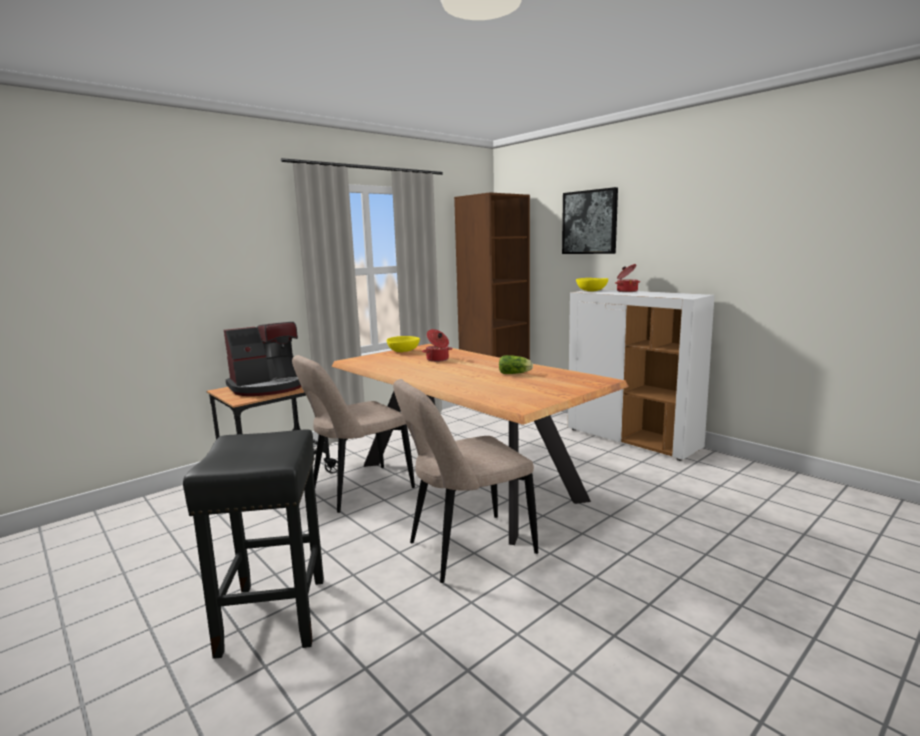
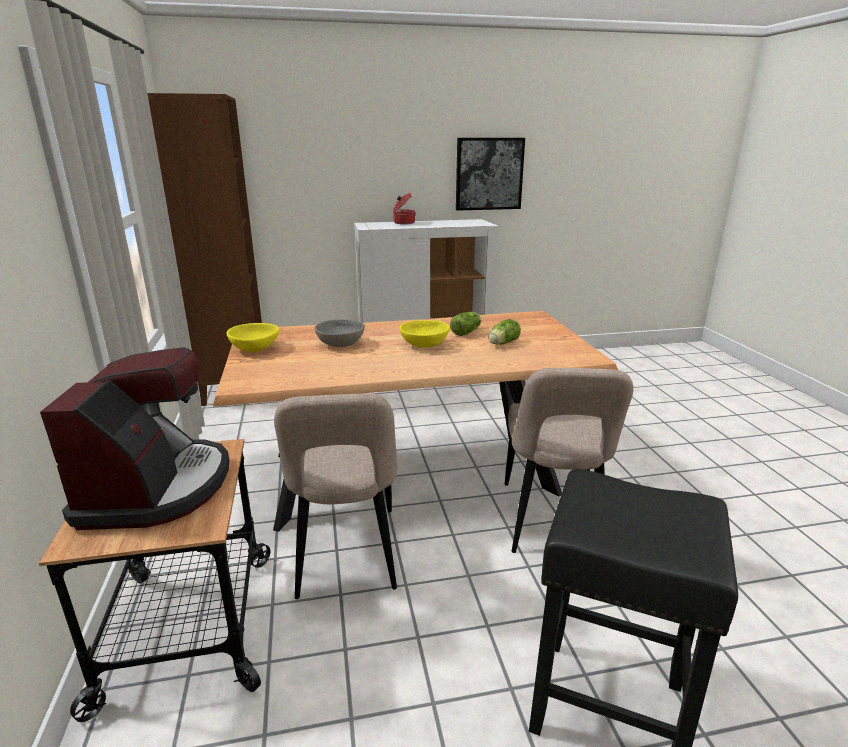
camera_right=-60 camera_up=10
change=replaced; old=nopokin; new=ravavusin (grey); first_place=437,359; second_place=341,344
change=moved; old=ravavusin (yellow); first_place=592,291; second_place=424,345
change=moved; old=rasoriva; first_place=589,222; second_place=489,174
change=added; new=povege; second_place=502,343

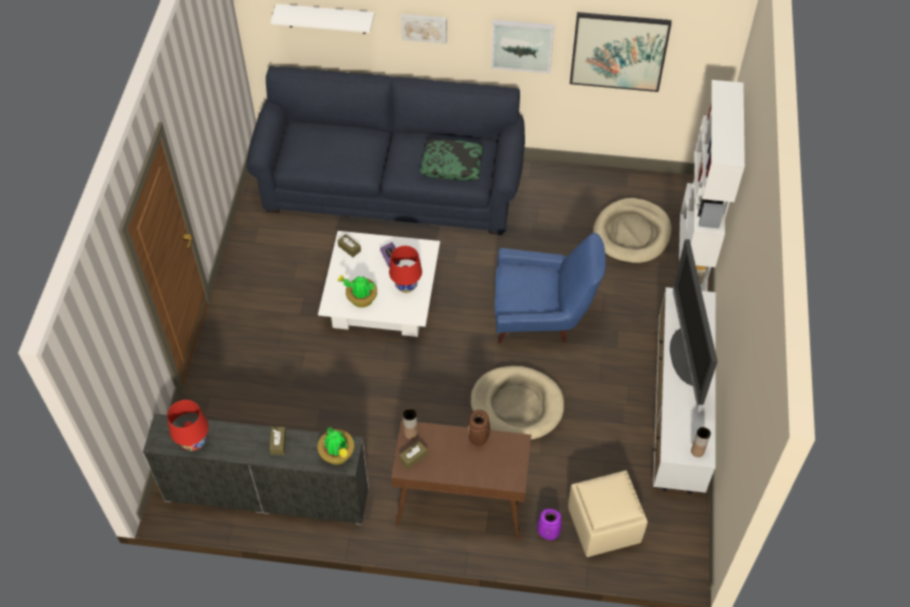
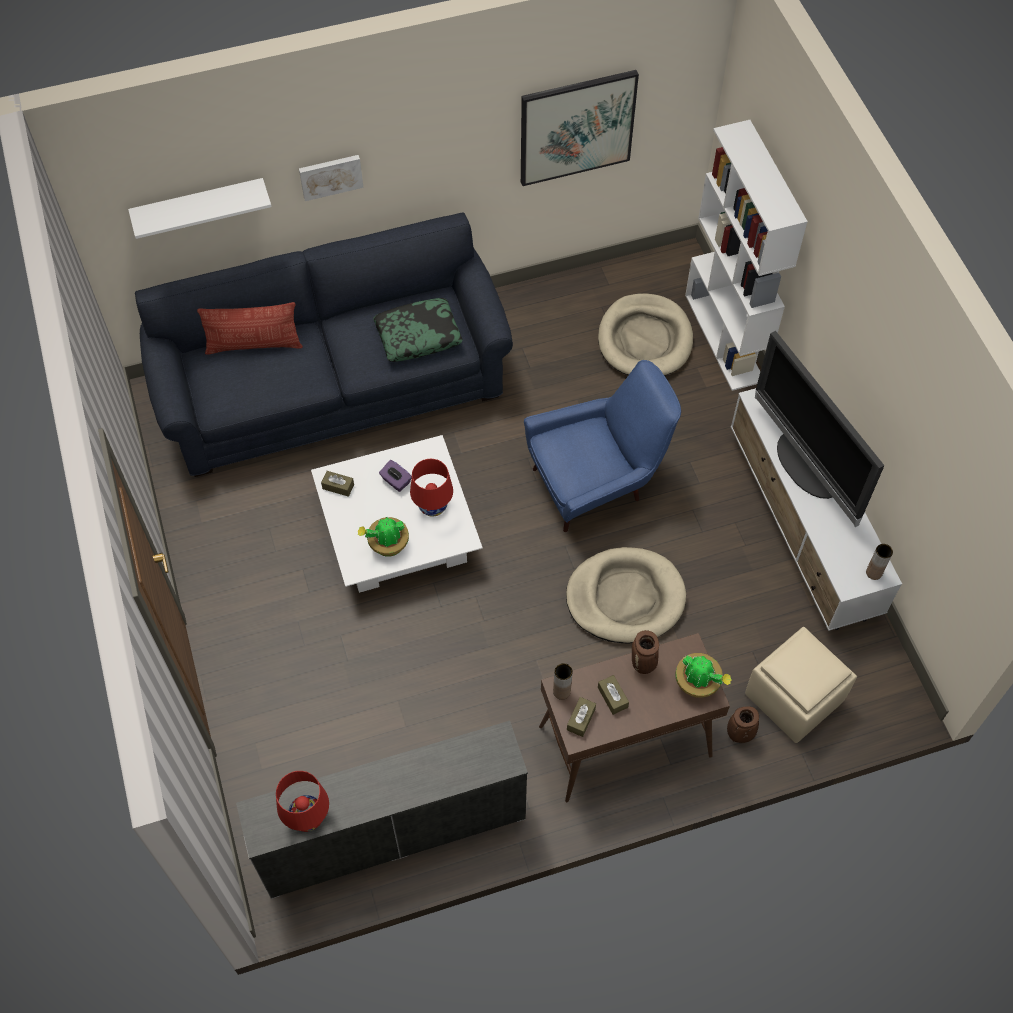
camera_right=-25 camera_up=5
change=added; new=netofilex; second_place=254,345
change=moved; old=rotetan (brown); first_place=278,443; second_place=612,697
change=moved; old=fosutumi; first_place=337,455; second_place=698,684
change=recoloured; old=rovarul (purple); new=rovarul (brown); first_place=547,534; second_place=739,735
change=removed; old=rasoriva; first_place=522,45

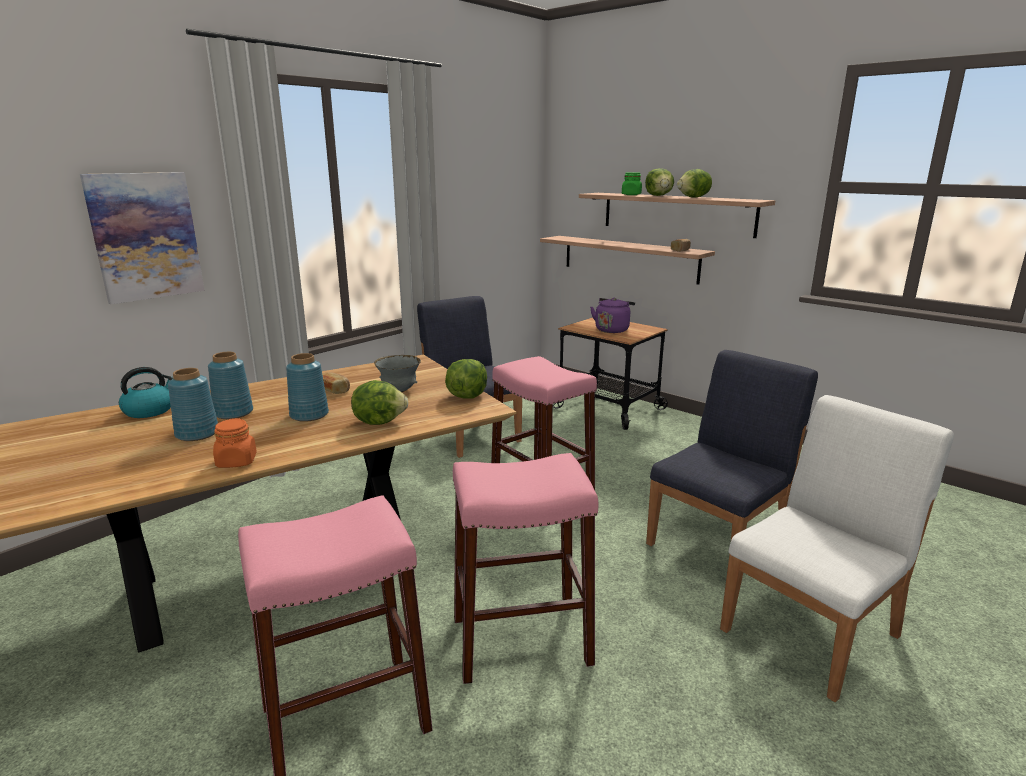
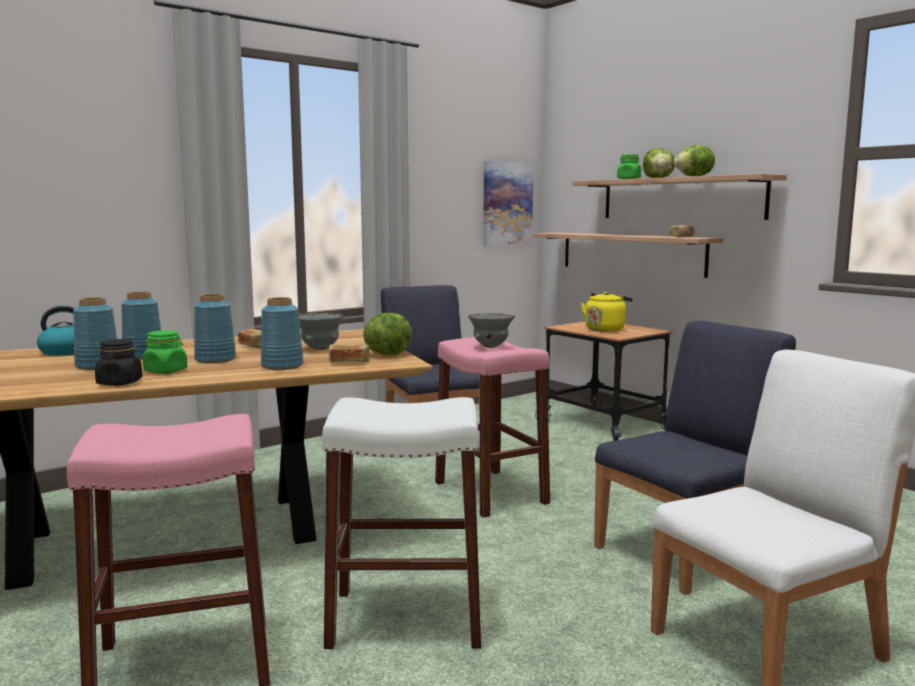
camera_right=10 camera_up=-10
change=recoloured; old=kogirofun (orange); new=kogirofun (black); first_place=236,461; second_place=119,383
change=added; new=kogirofun (green); second_place=166,371
change=replaced; old=povege; new=rovarul (blue); first_place=379,421; second_place=282,366
change=recoloured; old=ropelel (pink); new=ropelel (white); first_place=520,640; second_place=405,618
change=added; new=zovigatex; second_place=349,362
change=added; new=ravavusin (grey); second_place=491,347
change=moved; old=rasoriva; first_place=145,236; second_place=507,204
change=recoloured; old=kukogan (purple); new=kukogan (yellow); first_place=612,329; second_place=605,329

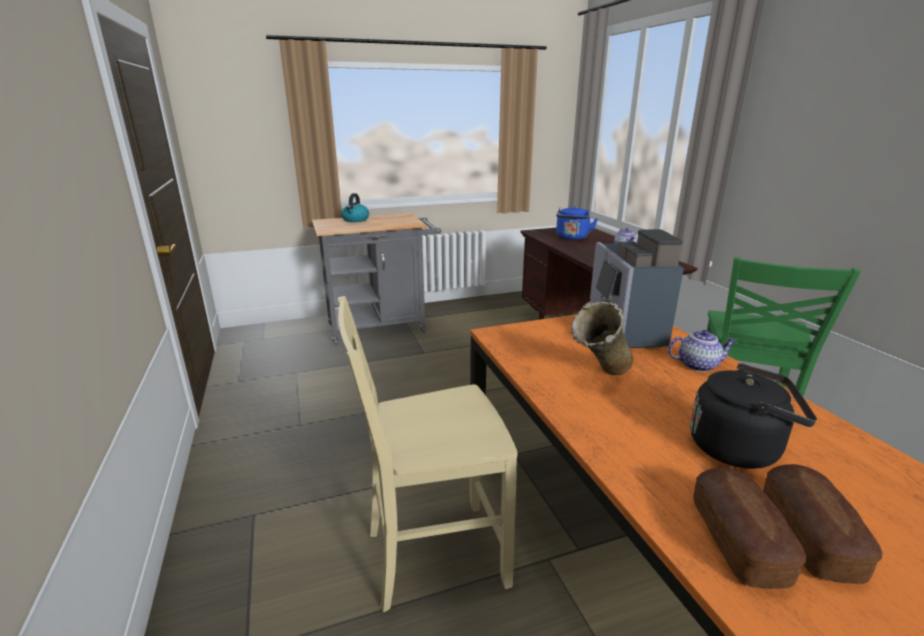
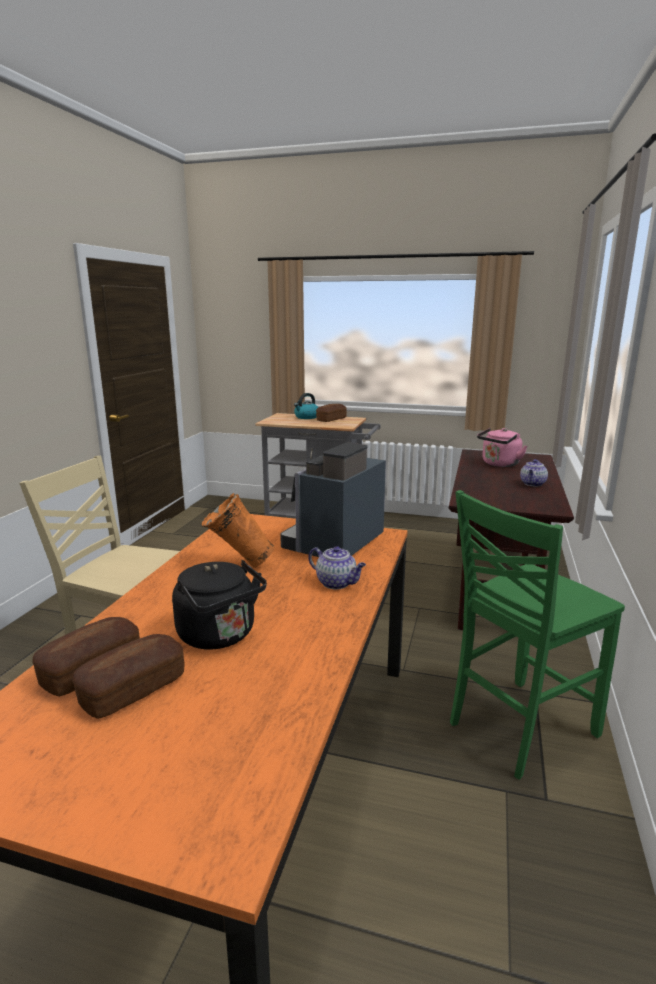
camera_right=35 camera_up=-5
change=recoloured; old=rovarul (beige); new=rovarul (orange); first_place=599,378; second_place=238,565
change=added; new=zovigatex; second_place=331,419
change=recoloured; old=kukogan (blue); new=kukogan (pink); first_place=572,238; second_place=499,464

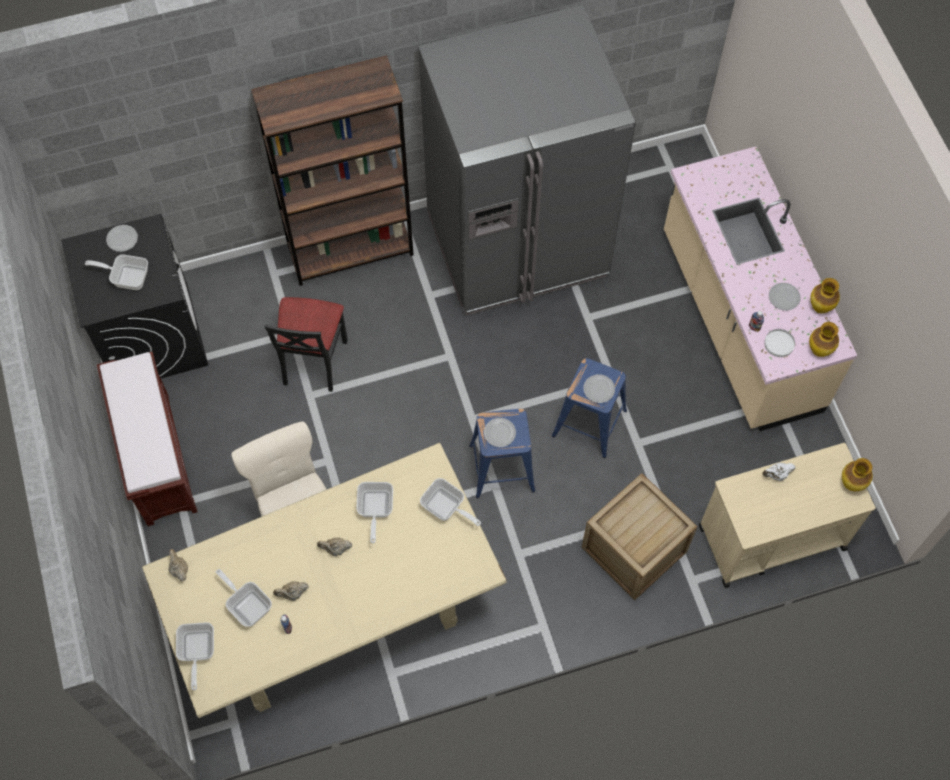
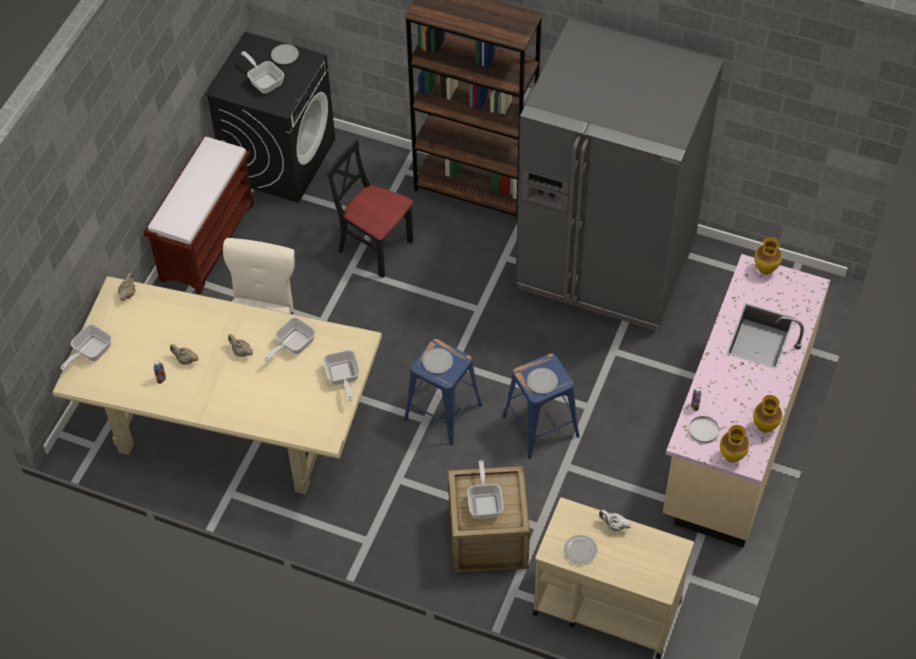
camera_right=40 camera_up=-10
change=turned; old=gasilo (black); first_place=313,361; second_place=375,247; degrees=75
change=moved; old=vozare; first_place=247,604; second_place=485,502
change=moved; old=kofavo; first_place=784,297; second_place=580,551
change=moved; old=rovarul; first_place=851,485; second_place=765,270

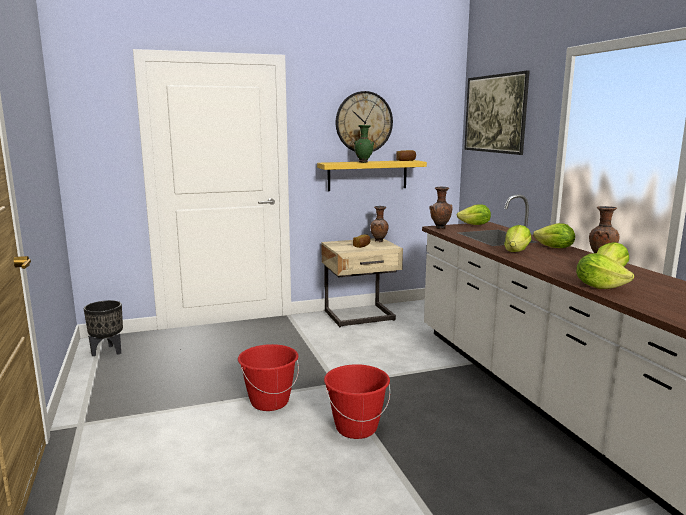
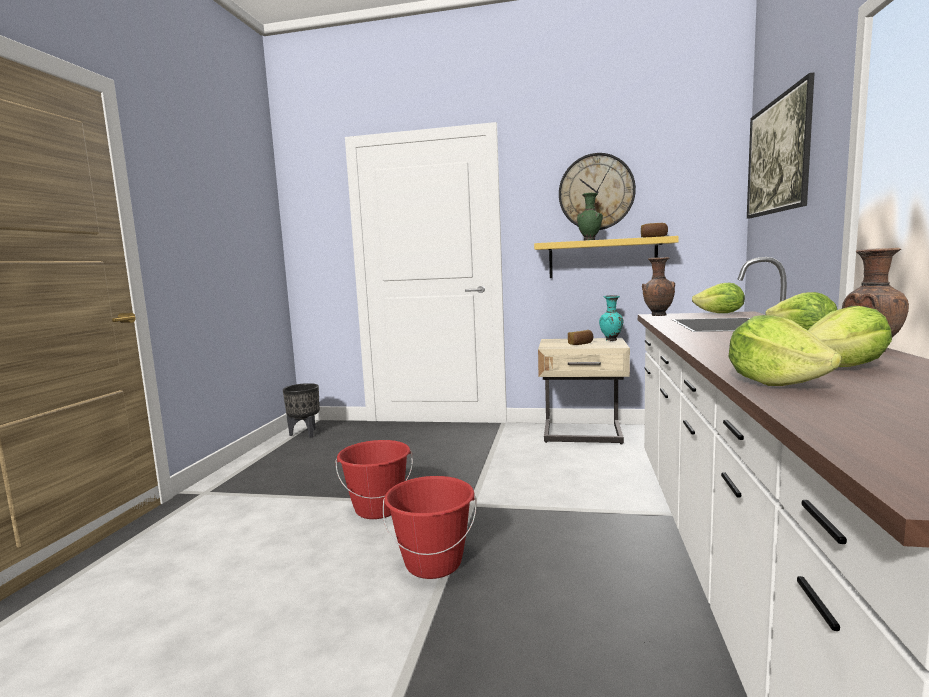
camera_right=30 camera_up=-5
change=recoloured; old=rovarul (brown); new=rovarul (turquoise); first_place=379,241; second_place=611,340
change=removed; old=povege; first_place=516,251

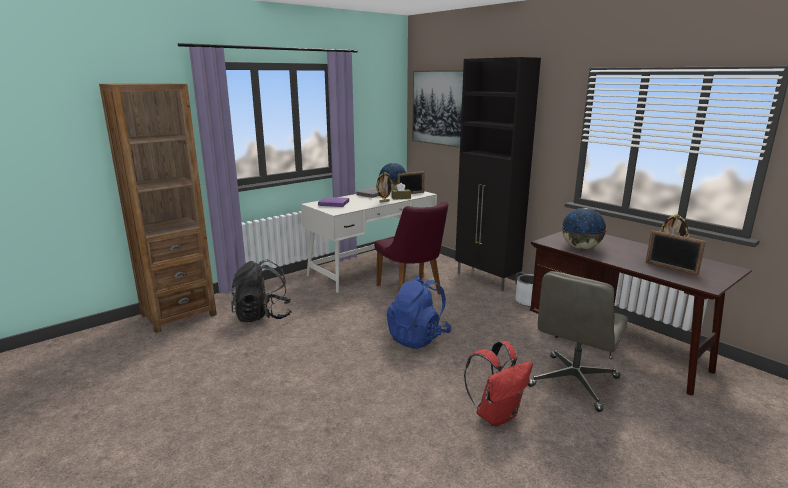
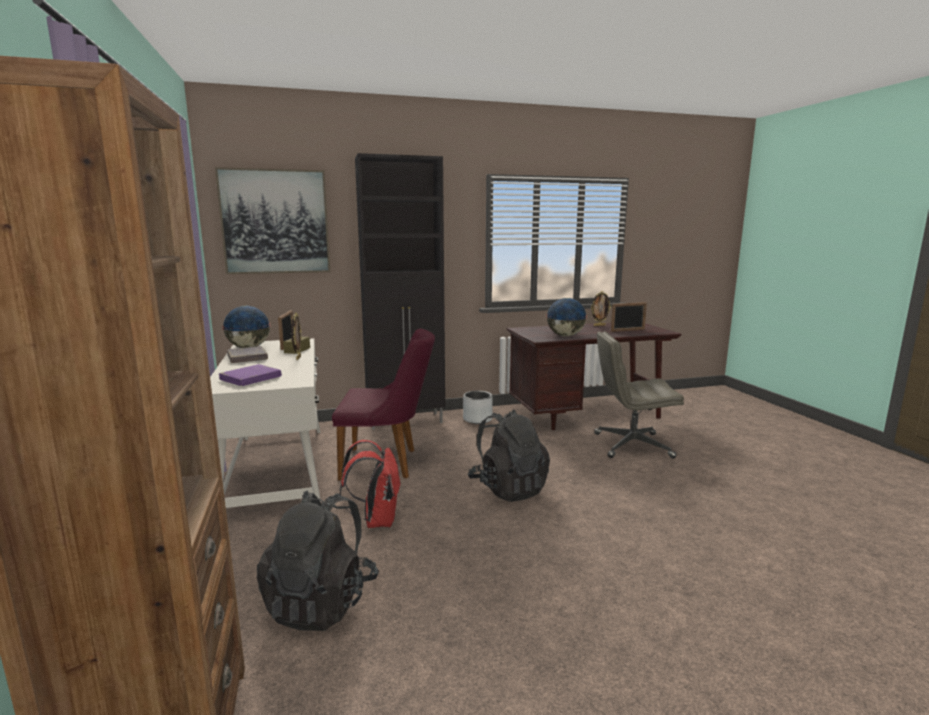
camera_right=-65 camera_up=-5
change=moved; old=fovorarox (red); first_place=496,415; second_place=376,520
change=recoloured; old=fovorarox (blue); new=fovorarox (black); first_place=418,338; second_place=508,488
change=turned; old=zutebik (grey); first_place=573,383; second_place=631,445; degrees=120

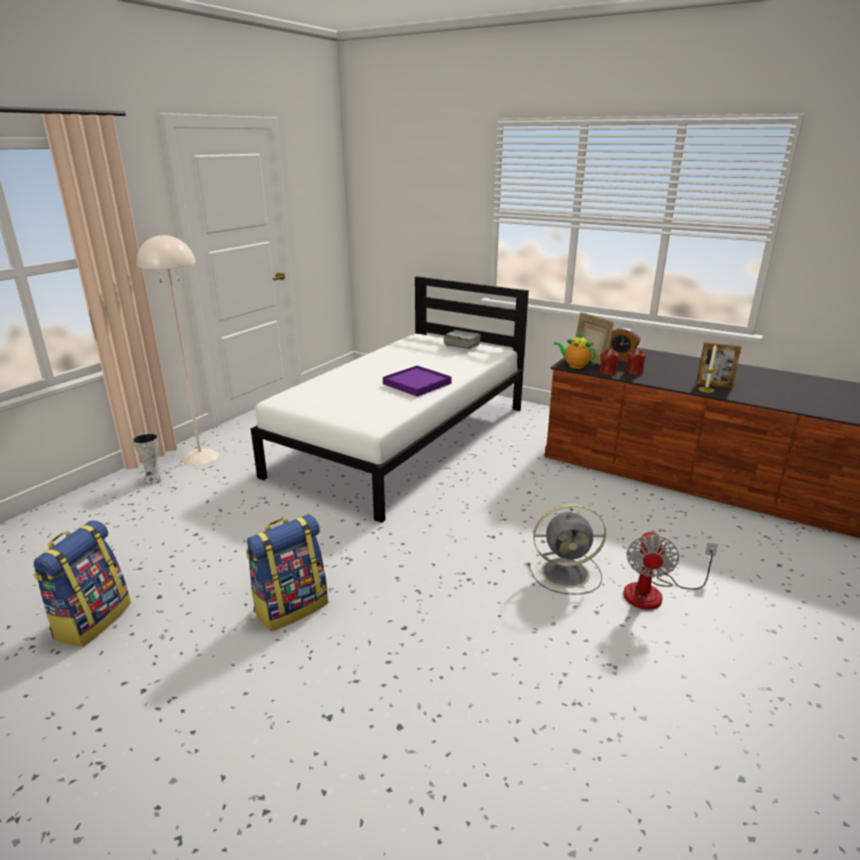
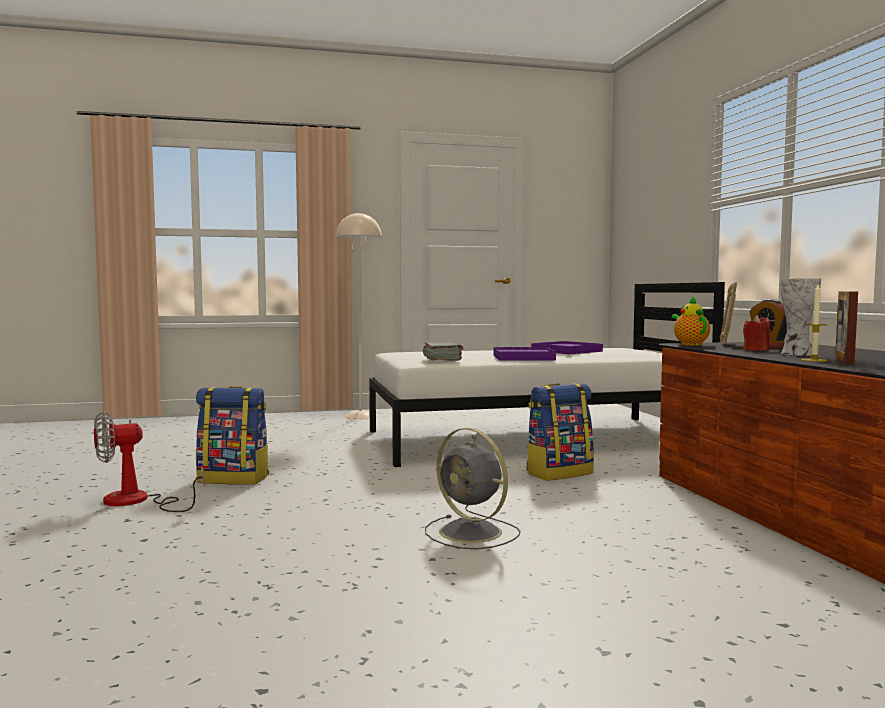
camera_right=45 camera_up=-20
change=moved; old=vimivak; first_place=654,593; second_place=137,501
change=moved; old=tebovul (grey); first_place=461,345; second_place=442,360
change=moved; old=fovorarox; first_place=92,620; second_place=559,473
change=added; new=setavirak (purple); second_place=566,351
change=moved; old=rovarul; first_place=153,480; second_place=795,354
change=turned; old=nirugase; first_place=714,385; second_place=844,360; degrees=45
change=removed; old=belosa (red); first_place=607,372

